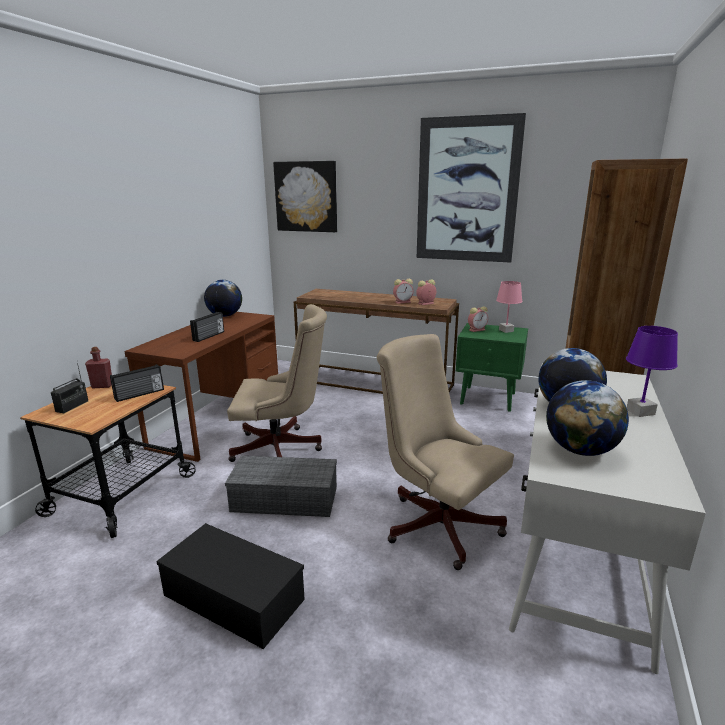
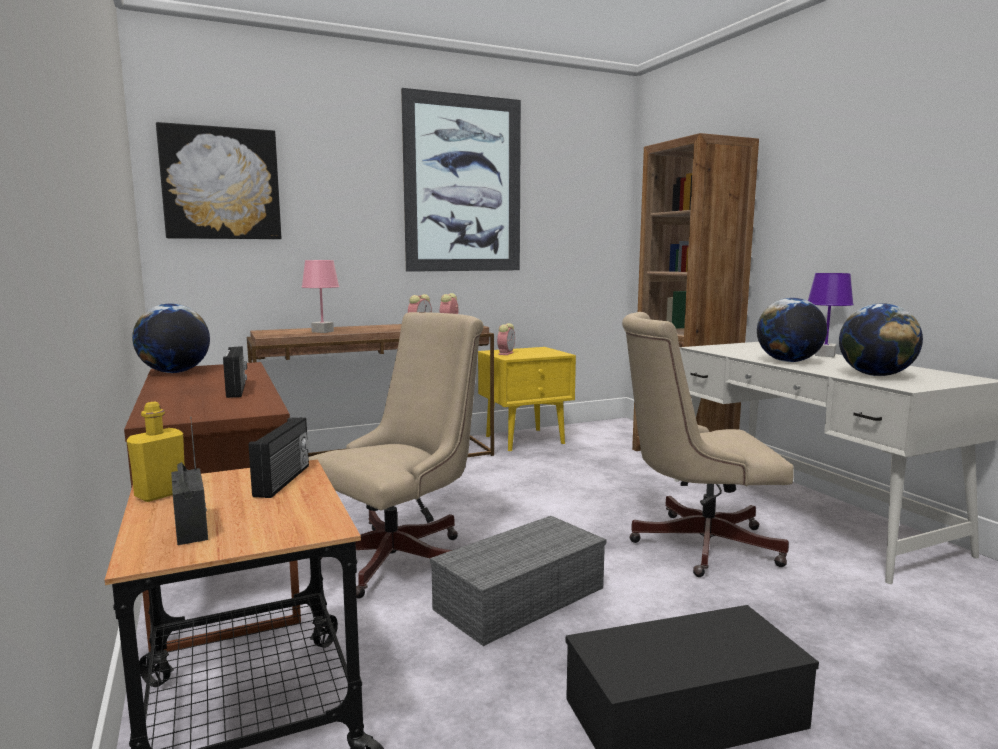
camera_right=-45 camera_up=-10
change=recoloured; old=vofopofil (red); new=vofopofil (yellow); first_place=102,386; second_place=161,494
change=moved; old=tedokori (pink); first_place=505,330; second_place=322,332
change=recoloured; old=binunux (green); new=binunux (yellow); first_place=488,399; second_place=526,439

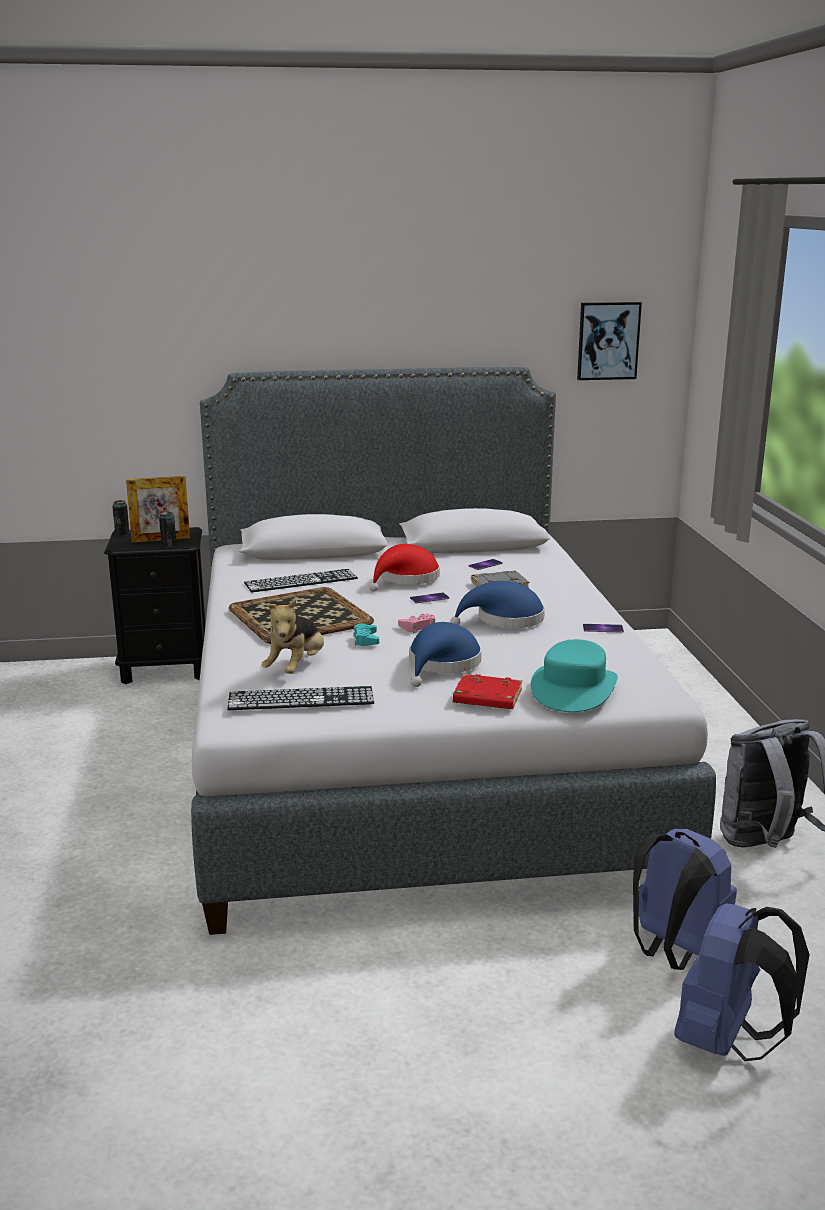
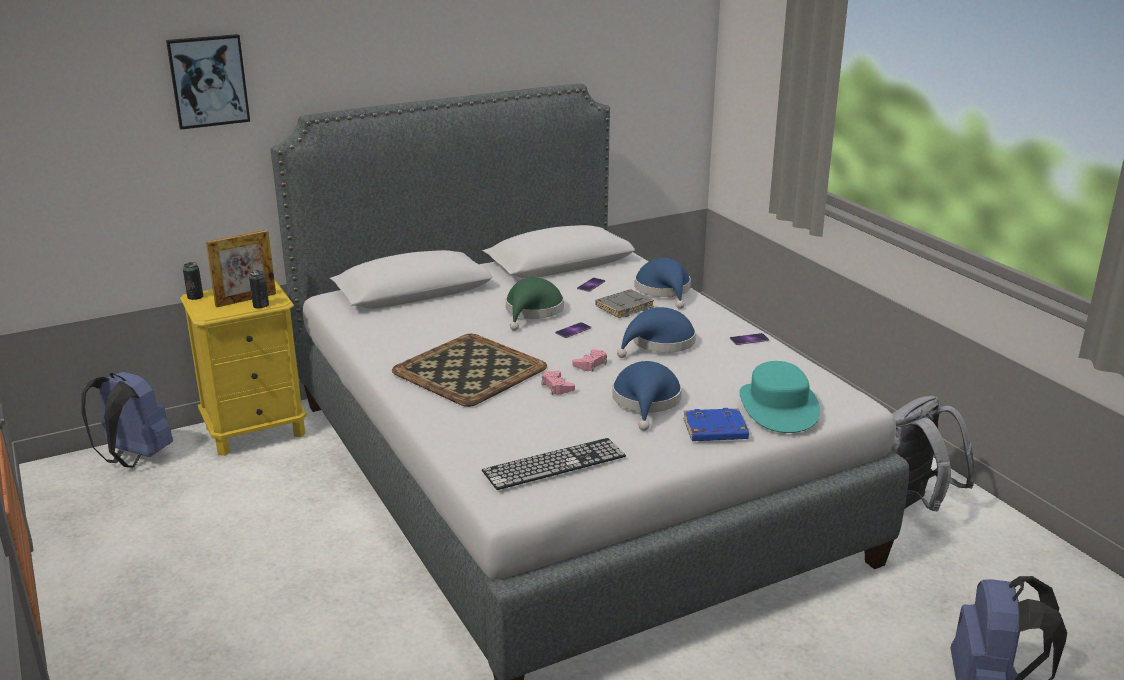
camera_right=-20 camera_up=5
change=moved; old=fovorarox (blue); first_place=675,952; second_place=134,458
change=moved; old=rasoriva; first_place=608,340; second_place=208,81
change=recoloured; old=binunux (black); new=binunux (yellow); first_place=165,669; second_place=255,431
change=recoloured; old=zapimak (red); new=zapimak (green); first_place=406,579; second_place=532,311
change=recoloured; old=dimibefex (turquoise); new=dimibefex (pink); first_place=366,639; second_place=557,387
change=added; new=zapimak (blue); second_place=664,290
change=recoloured; old=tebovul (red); new=tebovul (blue); first_place=486,698; second_place=714,431
change=removed; old=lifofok; first_place=301,581
change=removed; old=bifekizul; first_place=296,667

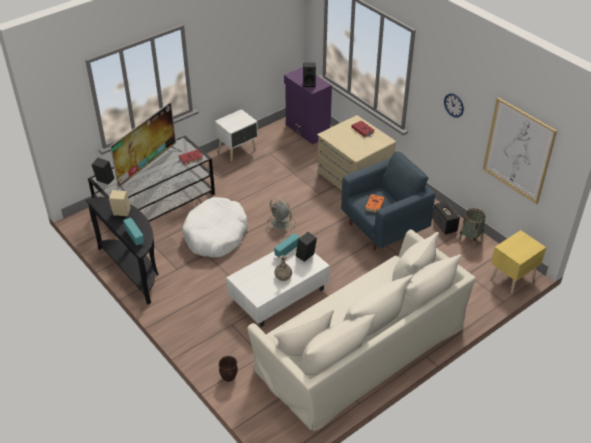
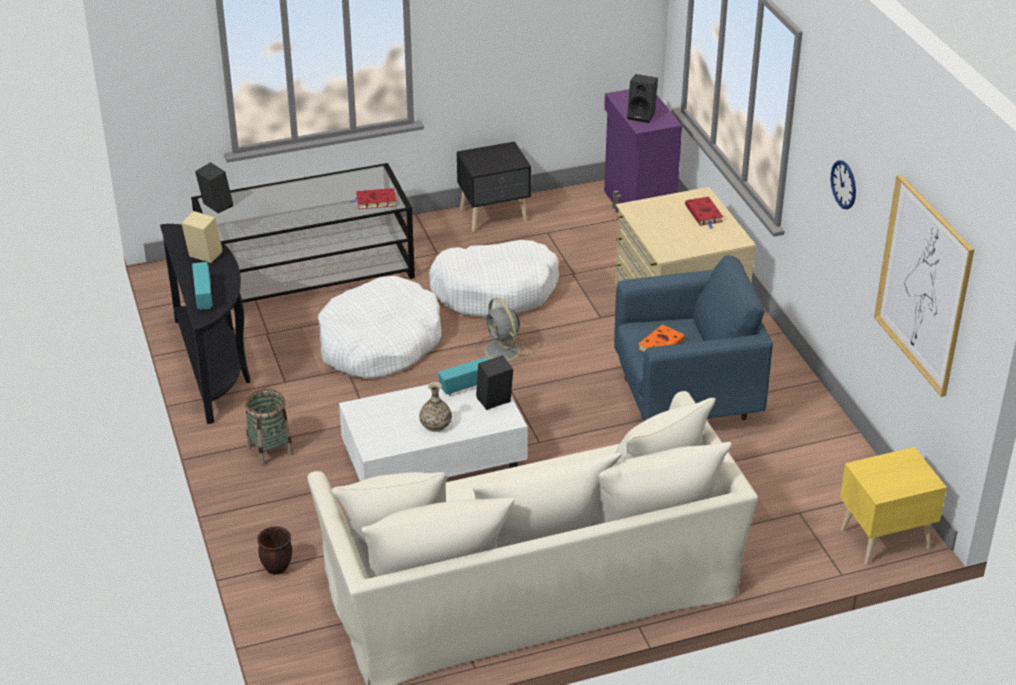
camera_right=20 camera_up=-5
change=moved; old=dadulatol; first_place=470,238; second_place=270,450
change=added; new=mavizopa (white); second_place=495,291
change=recoloured; old=binunux (white); new=binunux (black); first_place=238,150; second_place=494,216
change=removed; old=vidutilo; first_place=147,168
change=removed; old=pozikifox; first_place=444,225

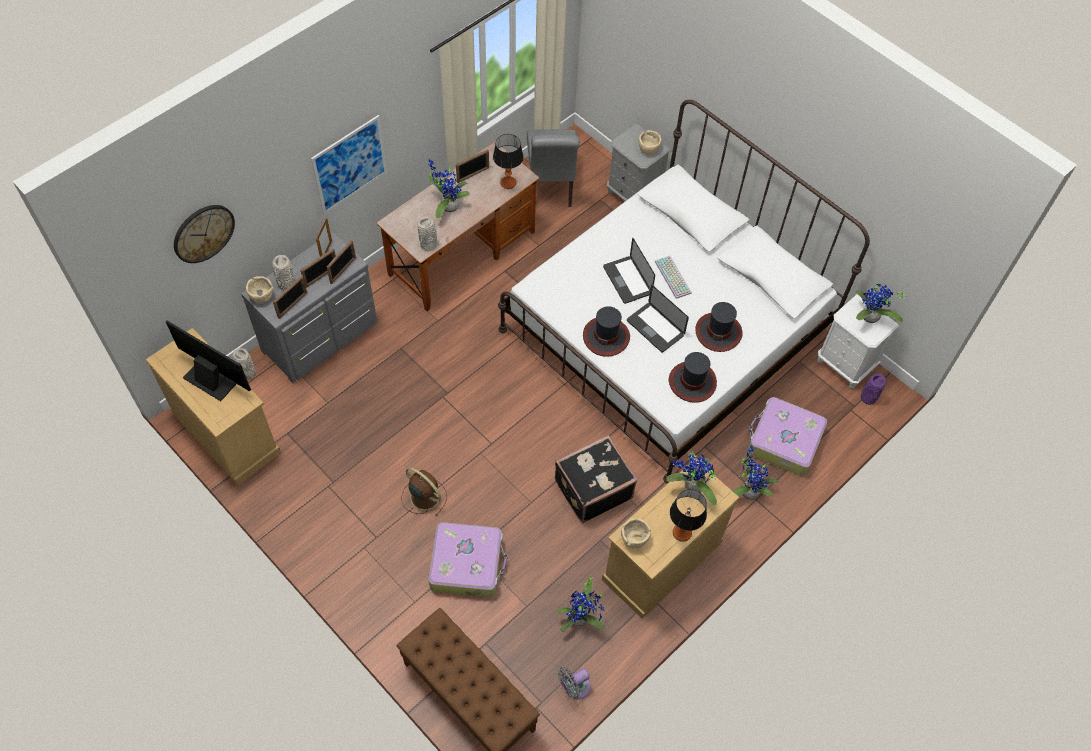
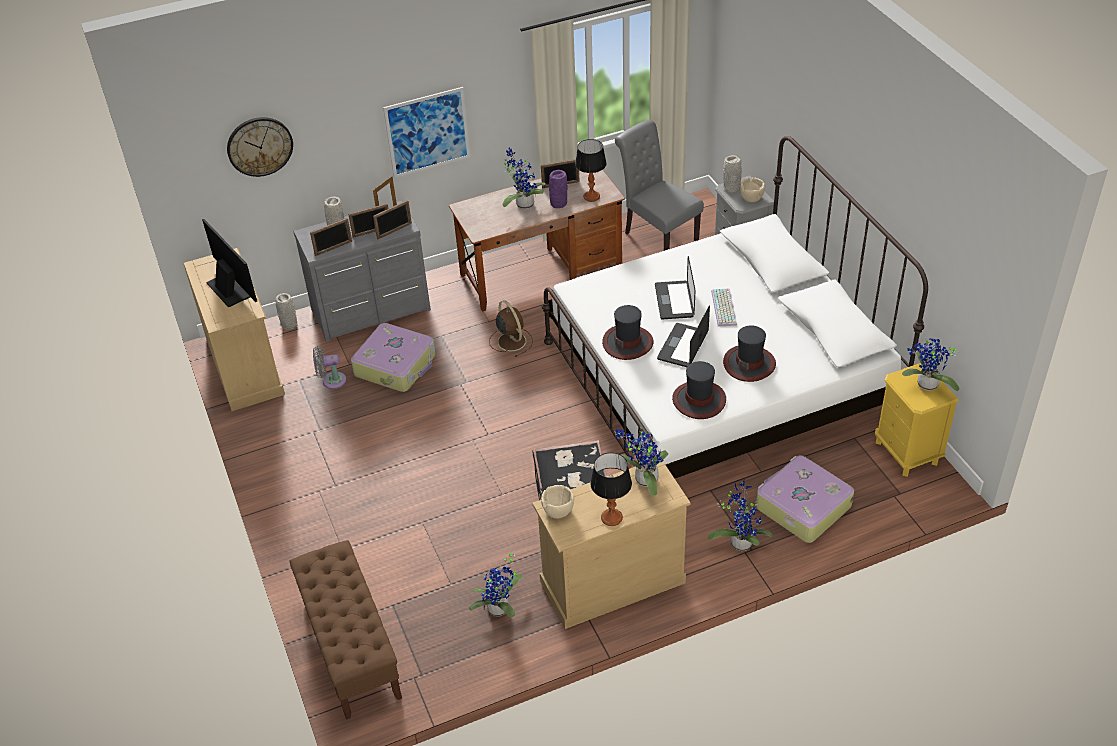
camera_right=25 camera_up=-15
change=moved; old=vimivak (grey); first_place=574,688; second_place=331,381
change=moved; old=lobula; first_place=467,564; second_place=396,365
change=moved; old=vimivak (brown); first_place=424,496; second_place=511,340
change=moved; old=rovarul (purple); first_place=868,398; second_place=558,203
change=turned; old=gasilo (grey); first_place=551,188; second_place=657,236; degrees=120
change=turned; old=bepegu; first_place=655,328; second_place=683,346; degrees=45
change=moved; old=rovarul (grey); first_place=429,244; second_place=732,188
change=recoloured; old=binunux (white); new=binunux (yellow); first_place=845,364; second_place=907,452
change=removed; old=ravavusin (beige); first_place=261,296

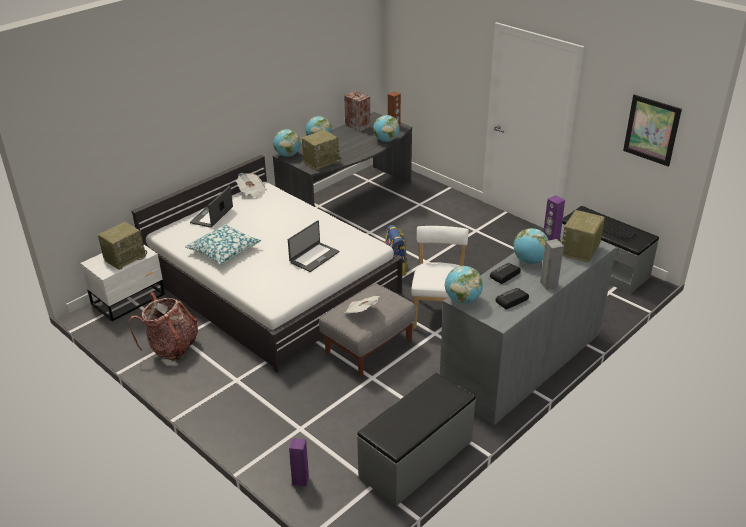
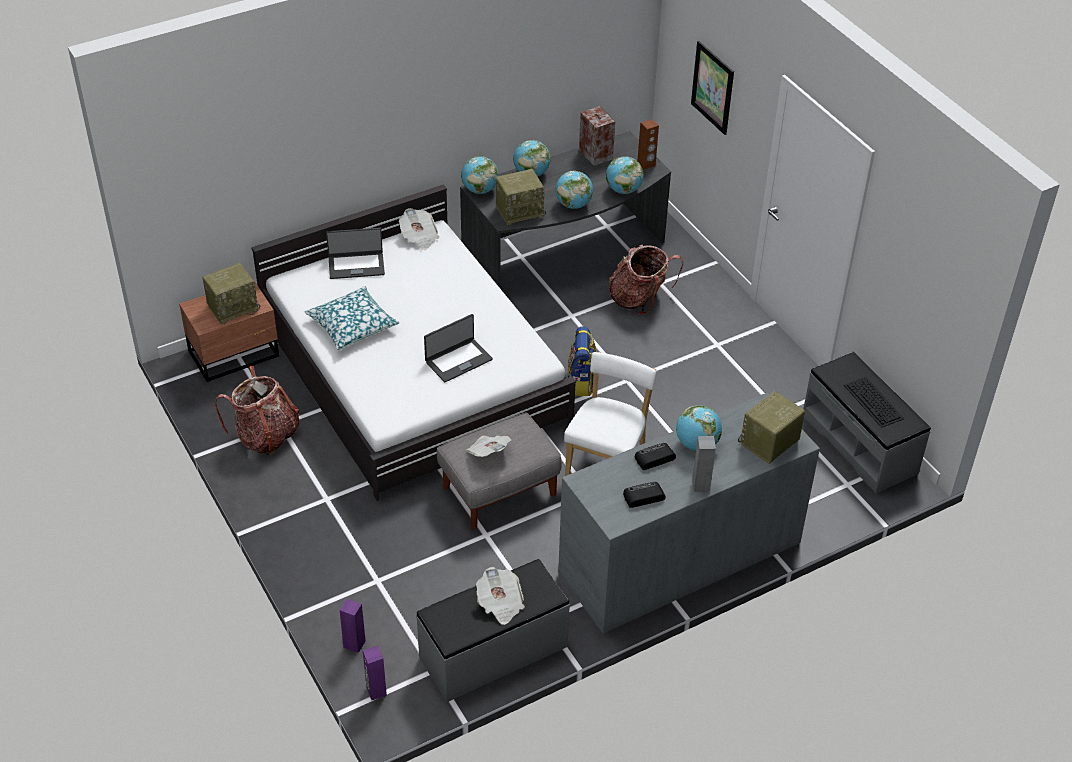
camera_right=15 camera_up=10
change=recoloured; old=binunux (white); new=binunux (brown); first_place=129,299; second_place=235,354
change=turned; old=bepegu; first_place=212,215; second_place=356,265; degrees=-135
change=moved; old=pozikifox (purple); first_place=551,239; second_place=376,691
change=added; new=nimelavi; second_place=500,604
change=moved; old=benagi; first_place=462,300; second_place=573,204
change=added; new=fovorarox; second_place=639,299
change=moved; old=rasoriva; first_place=651,130; second_place=712,87

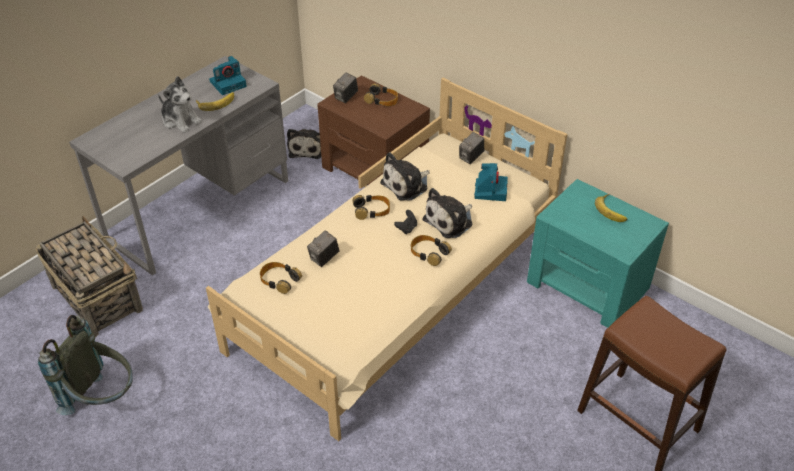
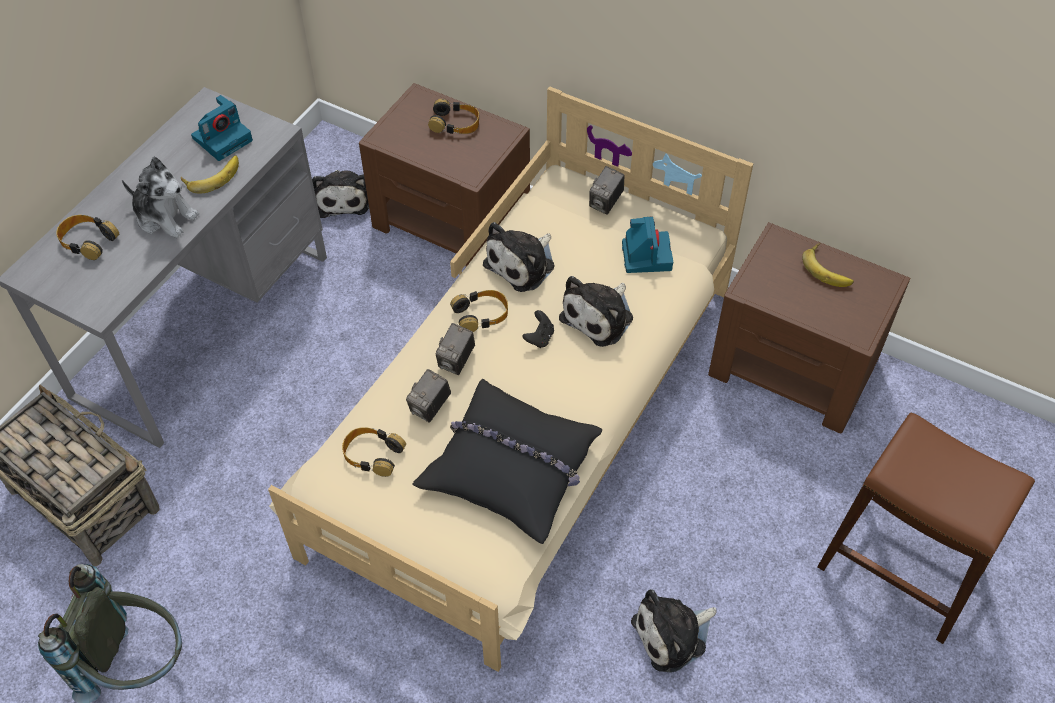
camera_right=-10 camera_up=10
change=moved; old=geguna; first_place=429,253; second_place=88,241
change=added; new=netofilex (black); second_place=511,467
change=moved; old=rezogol; first_place=346,97; second_place=456,361
change=added; new=bifekizul; second_place=673,634
change=recoloured; old=binunux (turquoise); new=binunux (brown); first_place=588,285; second_place=794,367

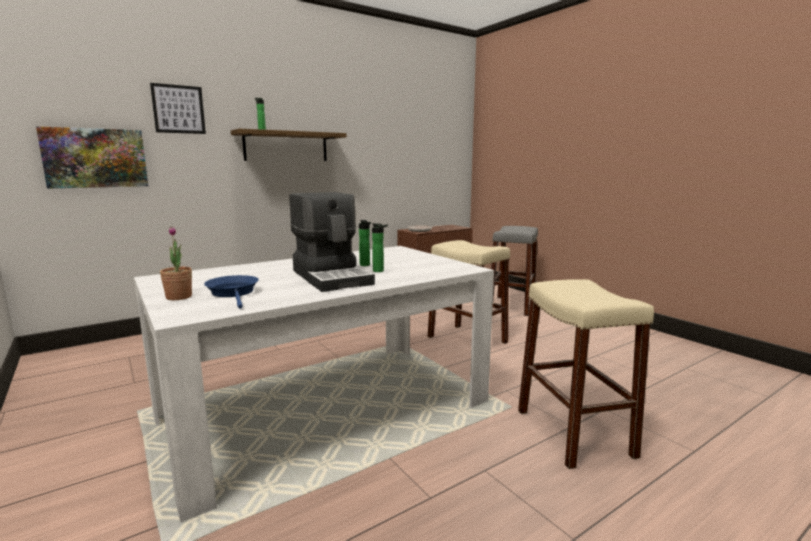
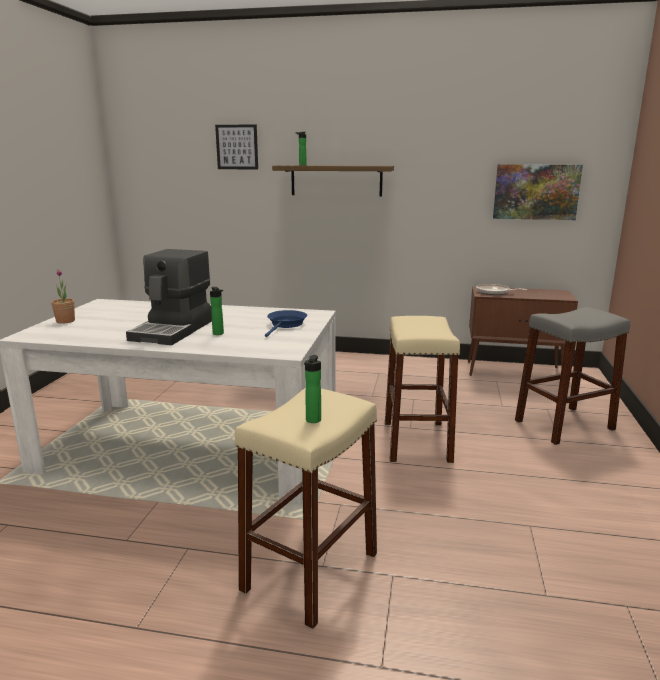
camera_right=45 camera_up=5
change=moved; old=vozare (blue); first_place=234,293; second_place=286,325
change=moved; old=vofopofil; first_place=365,265; second_place=312,421
change=moved; old=rasoriva; first_place=95,158; second_place=536,192

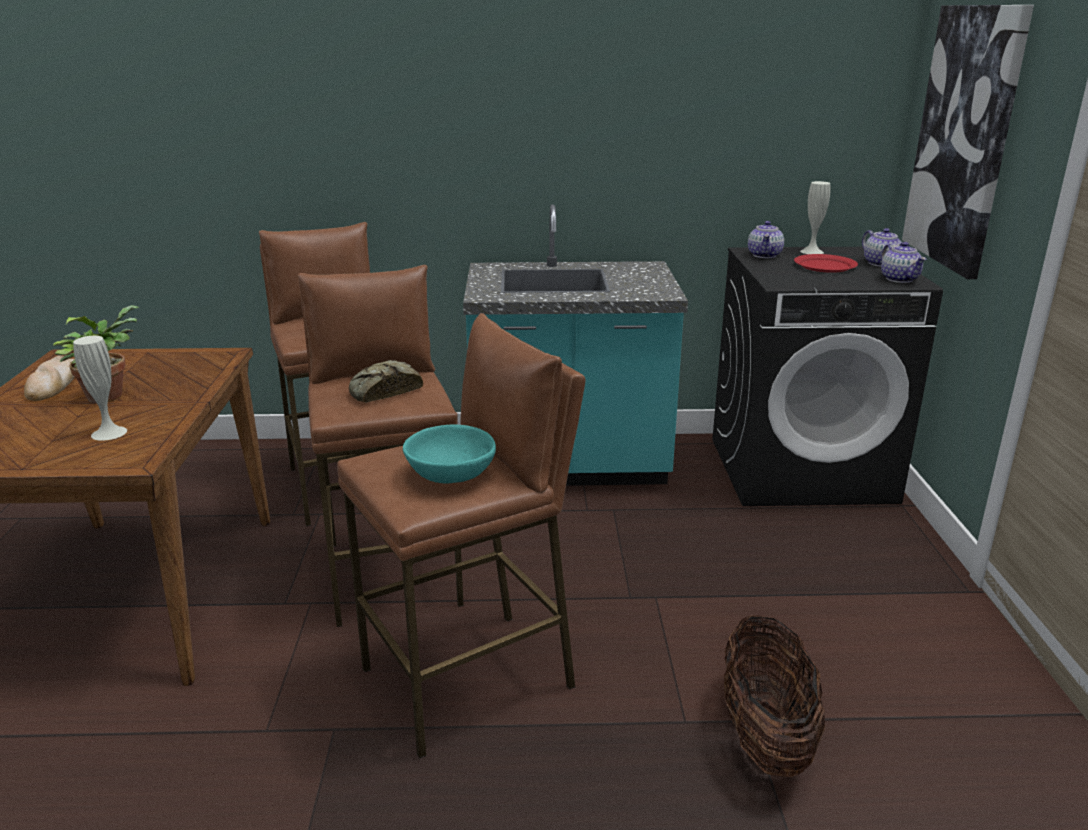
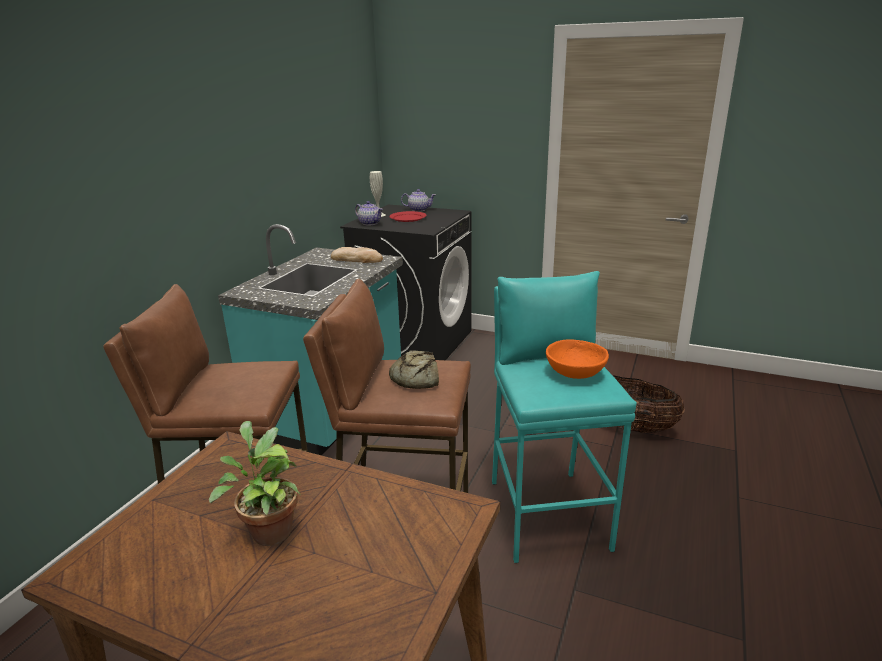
camera_right=-65 camera_up=0
change=moved; old=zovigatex; first_place=54,383; second_place=357,259
change=recoloured; old=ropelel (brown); new=ropelel (turquoise); first_place=469,679; second_place=547,513
change=recoloured; old=ravavusin (turquoise); new=ravavusin (orange); first_place=451,476; second_place=576,373
change=removed; old=rovarul (white); first_place=109,433
change=removed; old=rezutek; first_place=899,279
change=removed; old=rasoriva; first_place=964,138

